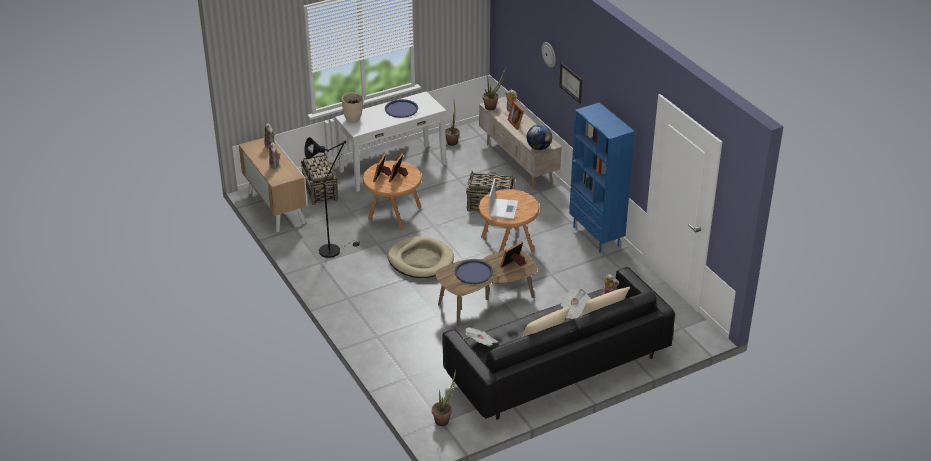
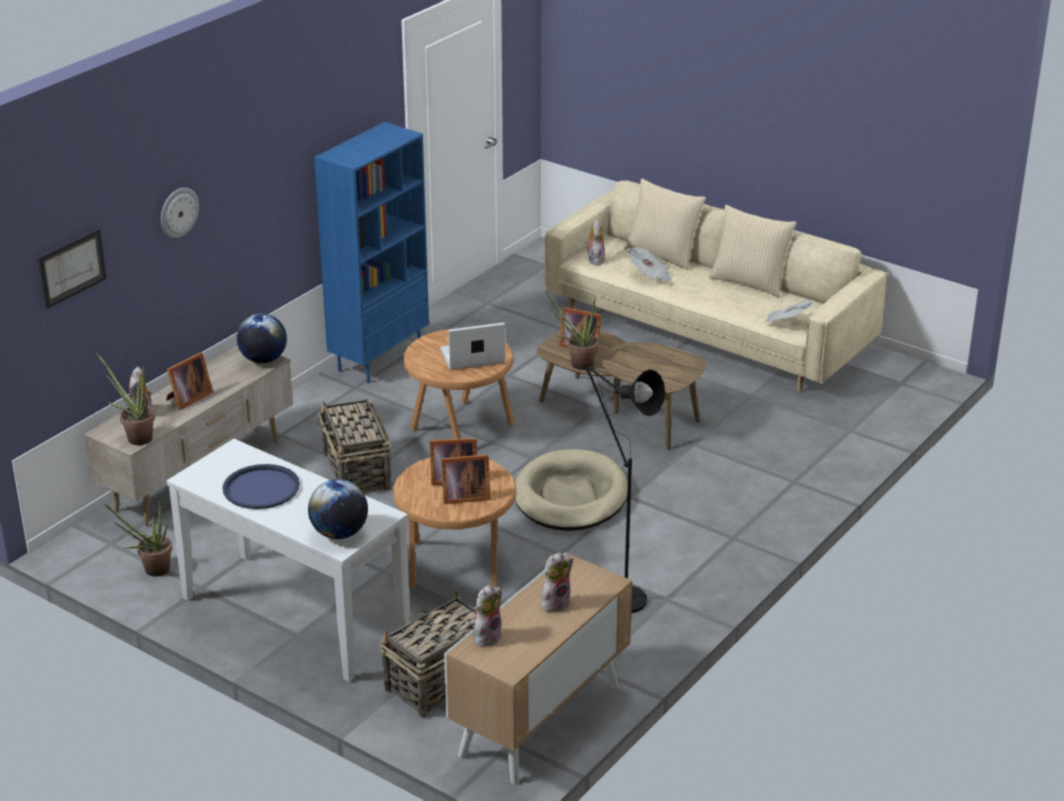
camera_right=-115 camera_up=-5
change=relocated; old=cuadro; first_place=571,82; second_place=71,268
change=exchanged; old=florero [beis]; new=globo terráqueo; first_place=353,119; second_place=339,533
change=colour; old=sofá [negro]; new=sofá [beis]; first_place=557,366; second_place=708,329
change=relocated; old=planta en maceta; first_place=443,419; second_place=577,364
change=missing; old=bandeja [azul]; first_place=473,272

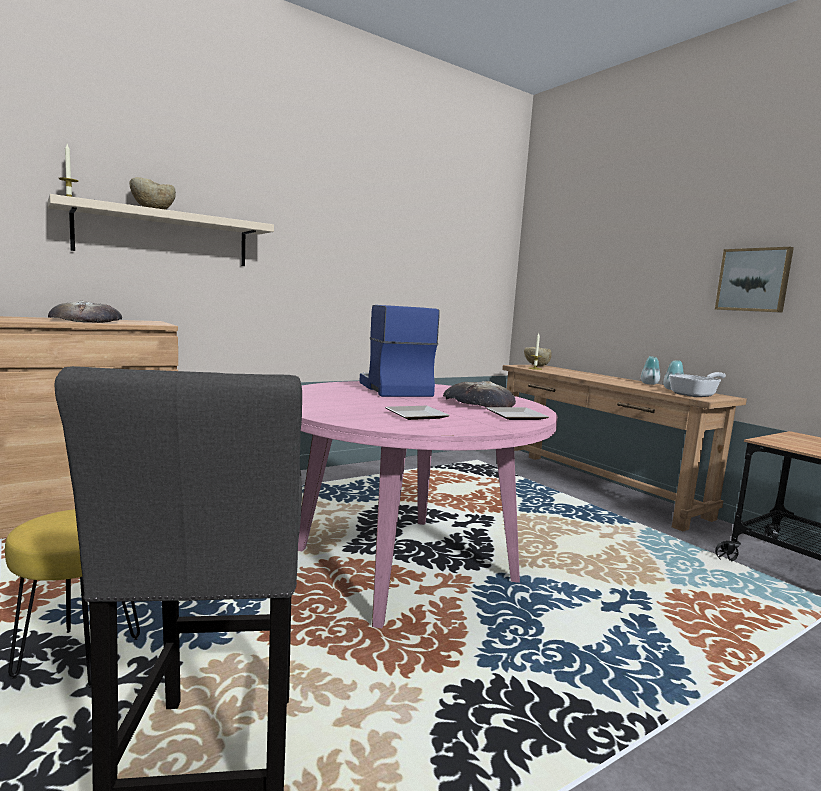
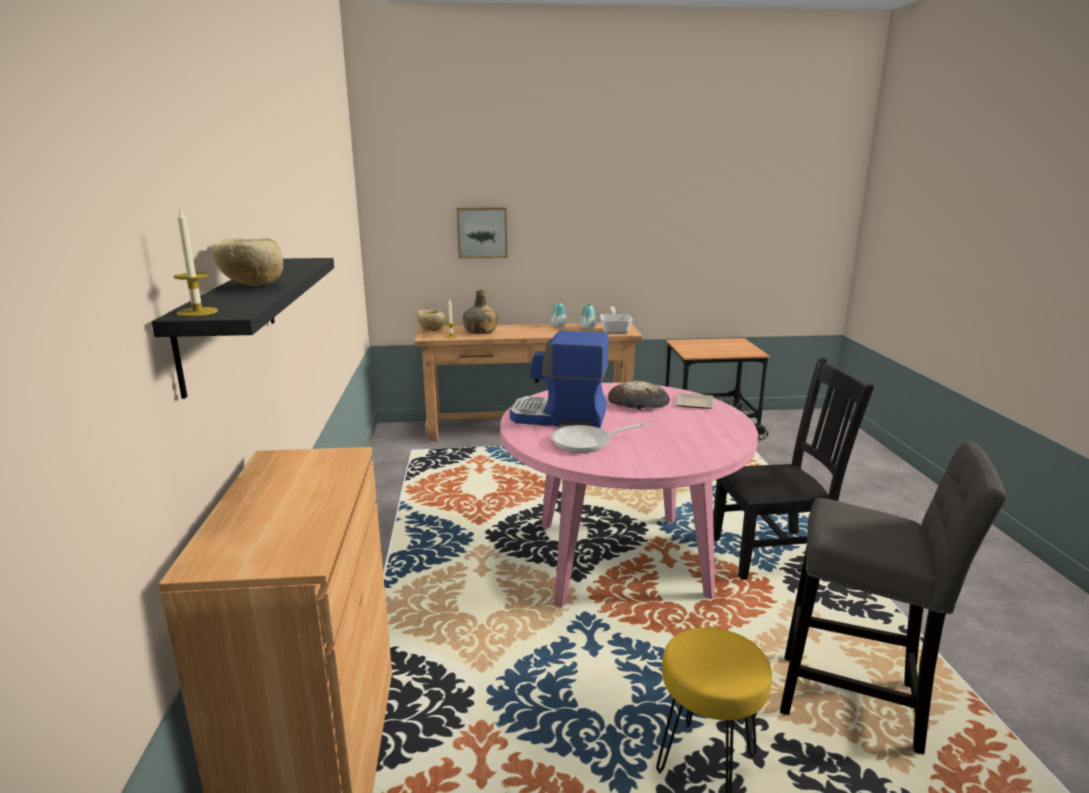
camera_right=-60 camera_up=10
change=colour; old=estante [beis]; new=estante [negro]; first_place=164,237; second_place=230,318
change=relocated; old=cuadro; first_place=754,280; second_place=482,232
change=appeared; new=botella [verde]; second_place=480,331
change=appeared; new=sartén; second_place=587,442
change=appeared; new=silla [negro]; second_place=774,554
change=missing; old=pan; first_place=86,320
change=missing; old=plato; first_place=415,416

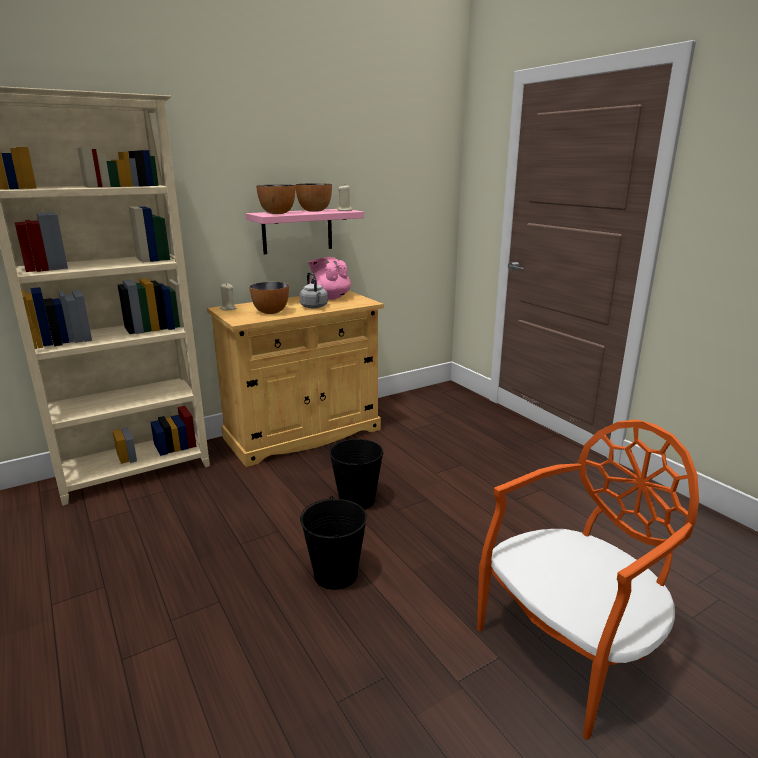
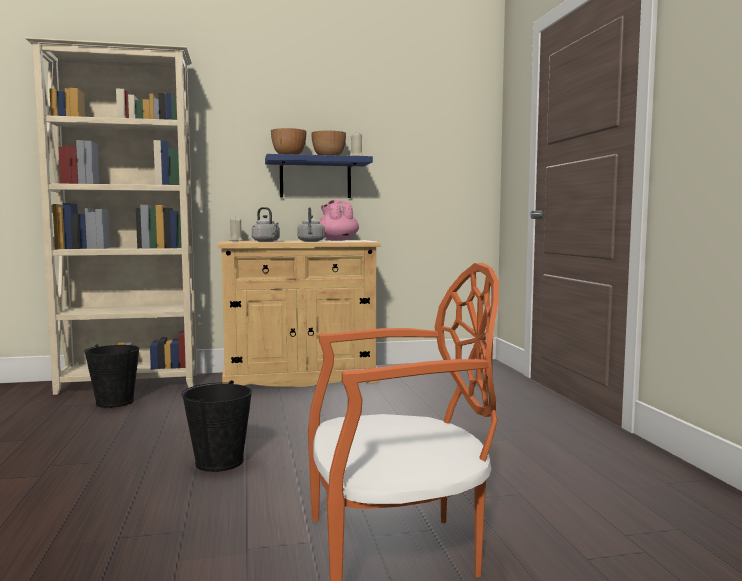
camera_right=20 camera_up=-15
change=relocated; old=cubo [negro]; first_place=357,499; second_place=115,402
change=exchanged; old=cuenco; new=hervidor [gris]; first_place=271,312; second_place=267,241
change=colour; old=estante [rosa]; new=estante [azul]; first_place=297,231; second_place=315,178

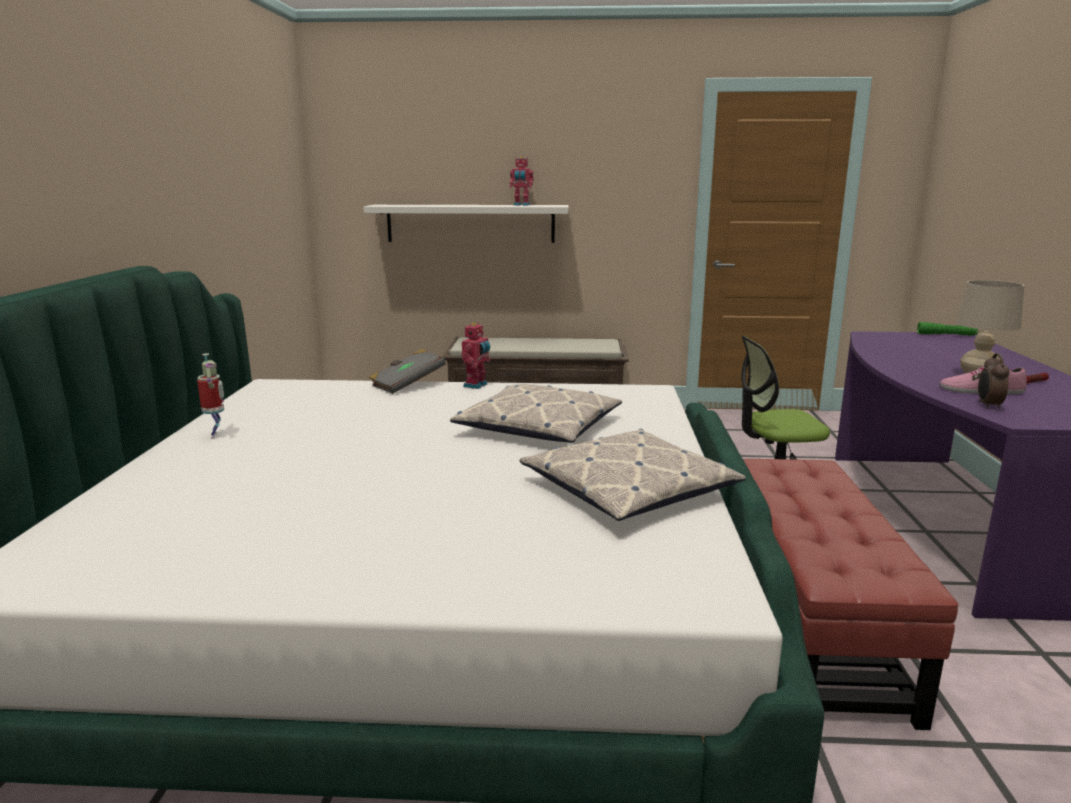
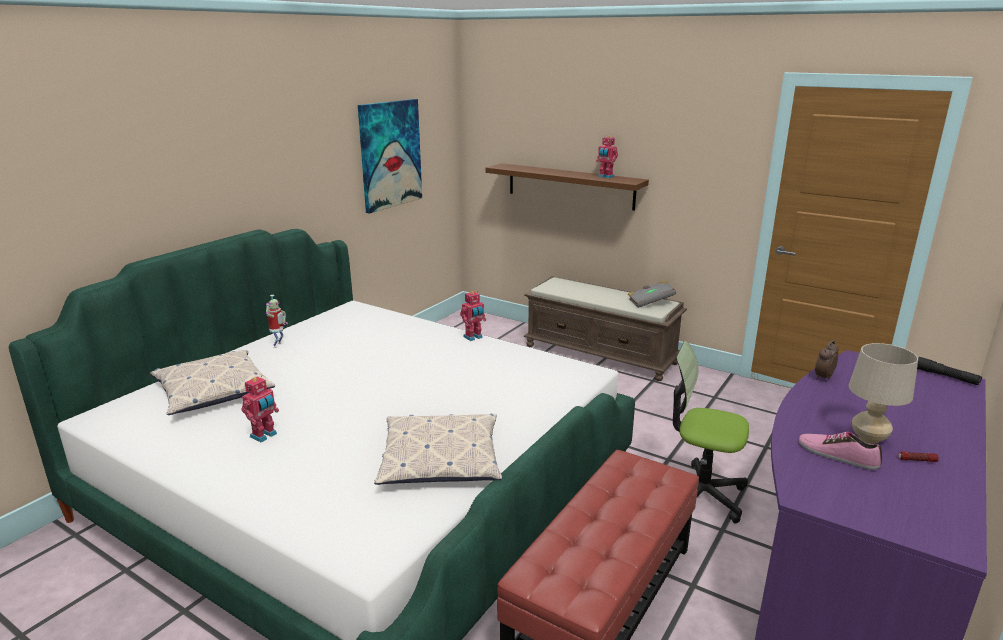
camera_right=30 camera_up=5
change=relocated; old=cojín; first_place=538,427; second_place=213,391
change=appeared; new=robot de juguete; second_place=264,436
change=appeared; new=cuadro; second_place=390,154
change=colour; old=estante [blanco]; new=estante [marrón]; first_place=470,223; second_place=570,186
change=relocated; old=libro [gris]; first_place=407,385; second_place=650,302
change=relocated; old=despertador; first_place=988,405; second_place=823,377
change=colour; old=linterna [verde]; new=linterna [negro]; first_place=946,335; second_place=946,377

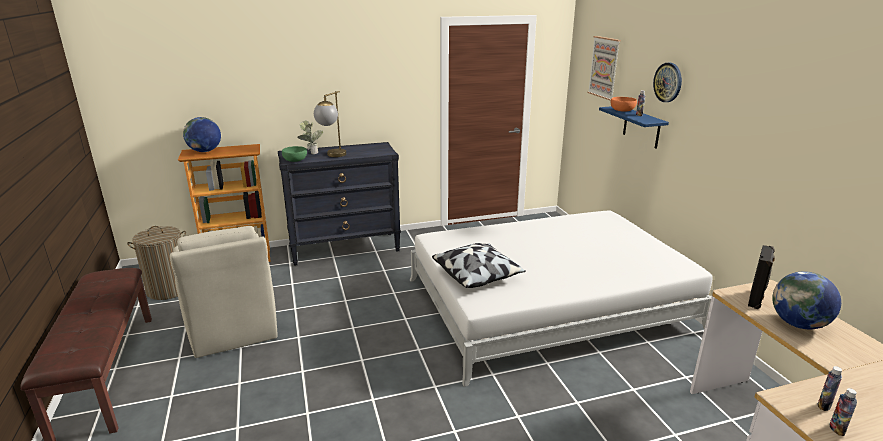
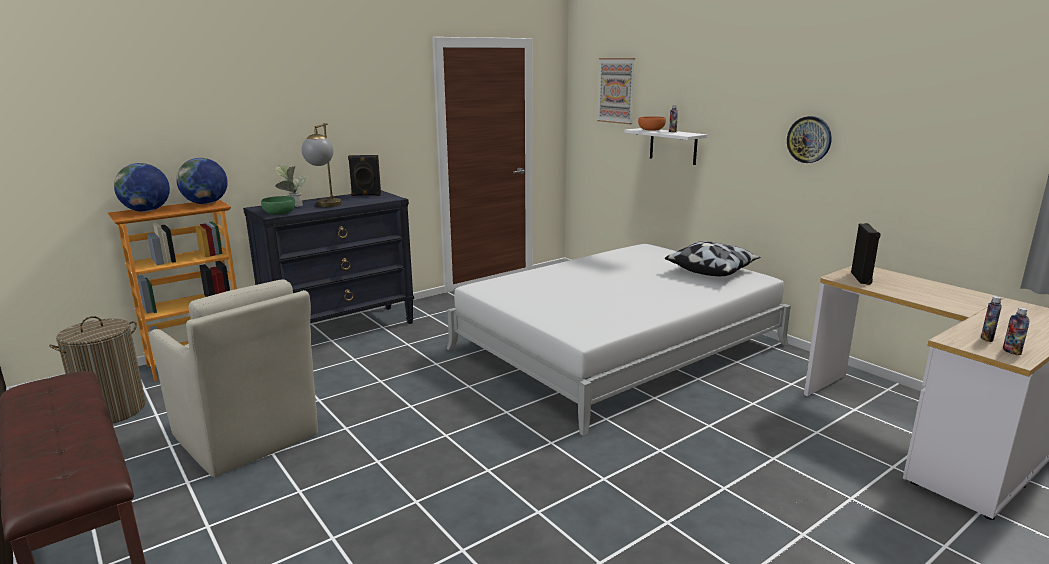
camera_right=-20 camera_up=-5
change=relocated; old=globo terráqueo; first_place=798,324; second_place=206,203
change=appeared; new=altavoz [negro]; second_place=366,195
change=colour; old=estante [azul]; new=estante [blanco]; first_place=641,127; second_place=673,146
change=relocated; old=cojín; first_place=477,275; second_place=711,270
change=relocated; old=reloj de pared; first_place=668,82; second_place=809,139

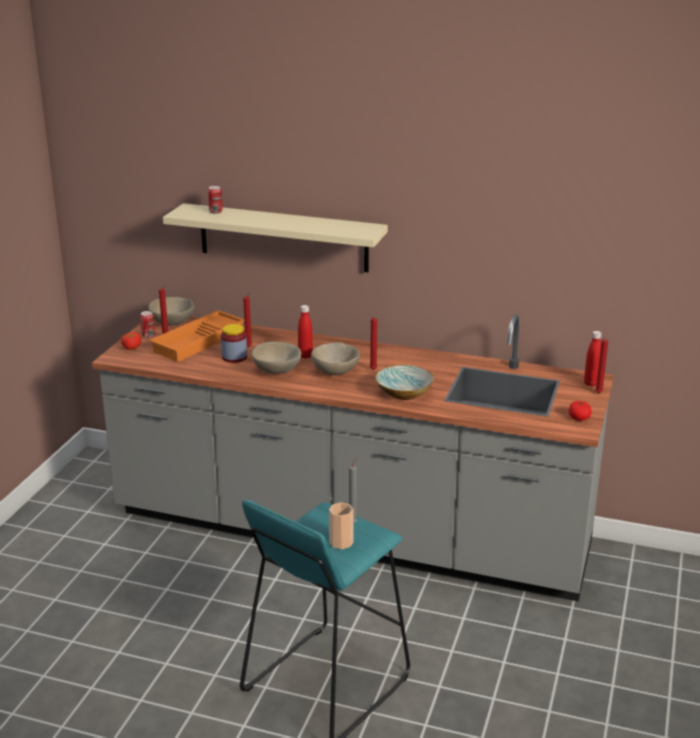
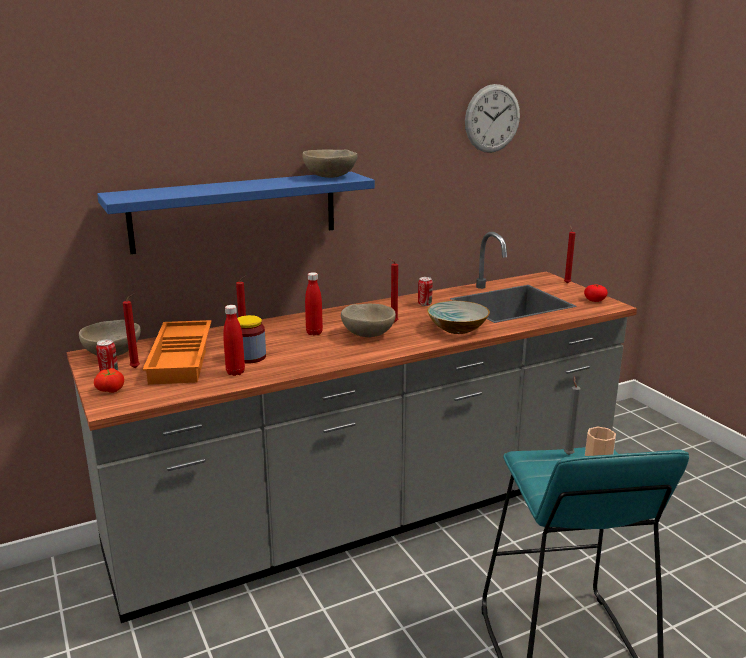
camera_right=-45 camera_up=-5
change=colour; old=estante [beis]; new=estante [azul]; first_place=283,237; second_place=235,211
change=relocated; old=botella [rojo]; first_place=591,384; second_place=235,372
change=relocated; old=cuenco [beis]; first_place=276,371; second_place=330,177
change=relocated; old=lata; first_place=215,212; second_place=424,304
change=appeared; new=reloj de pared; second_place=492,118

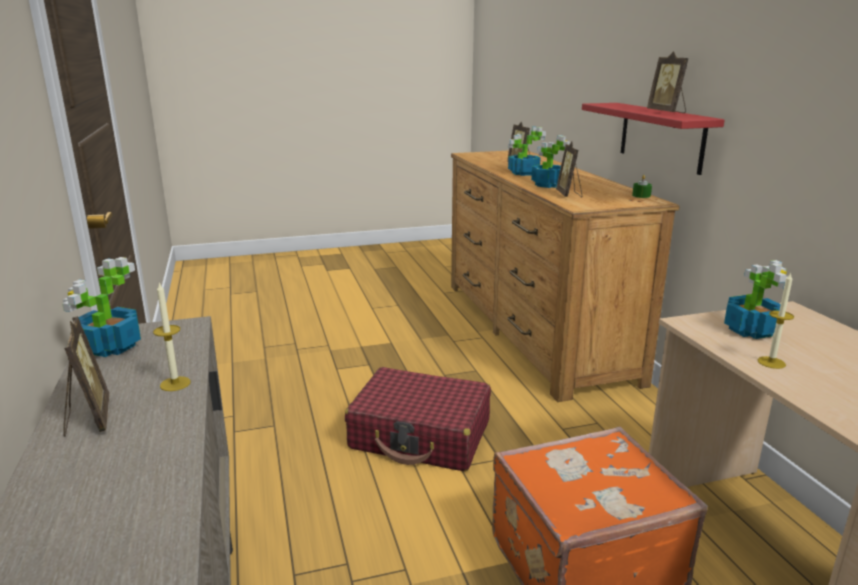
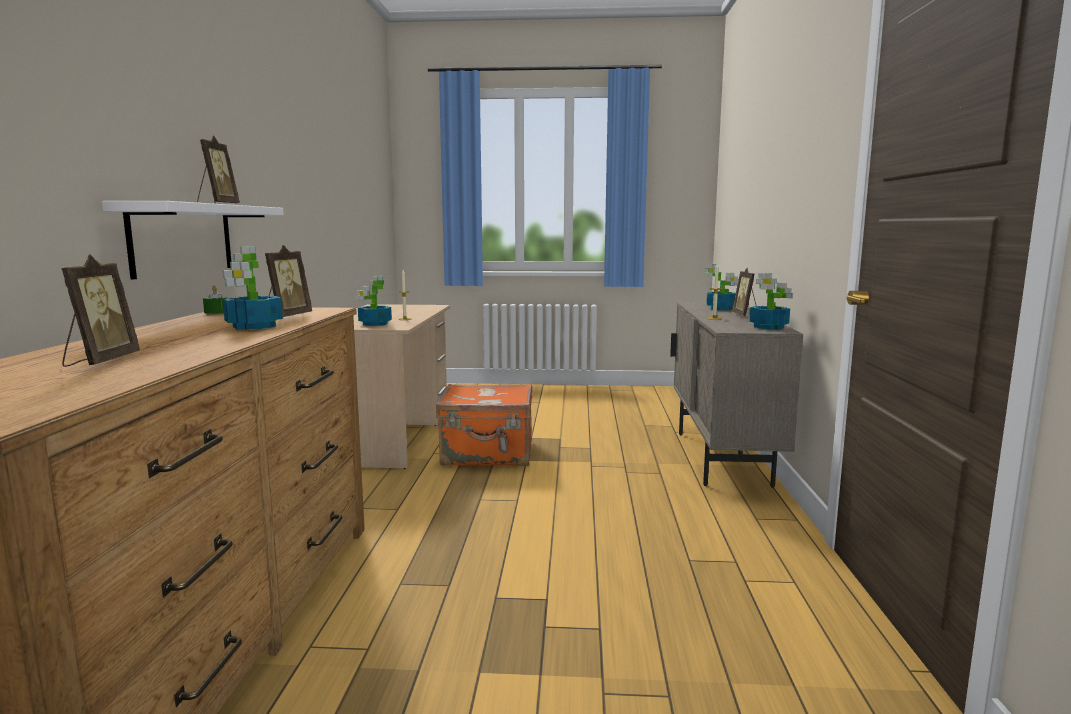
camera_right=-160 camera_up=-10
change=colour; old=estante [rojo]; new=estante [blanco]; first_place=661,136; second_place=183,239
change=relocated; old=planta en maceta; first_place=522,173; second_place=721,309
change=missing; old=maleta [rojo]; first_place=421,435

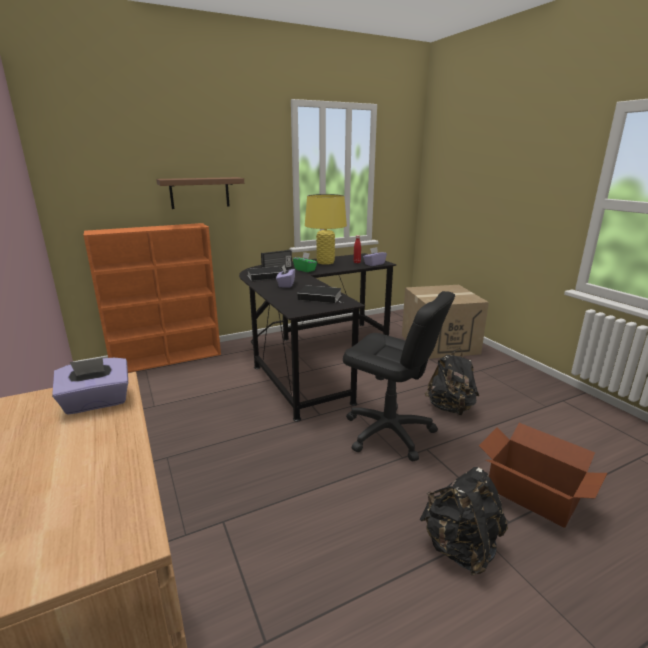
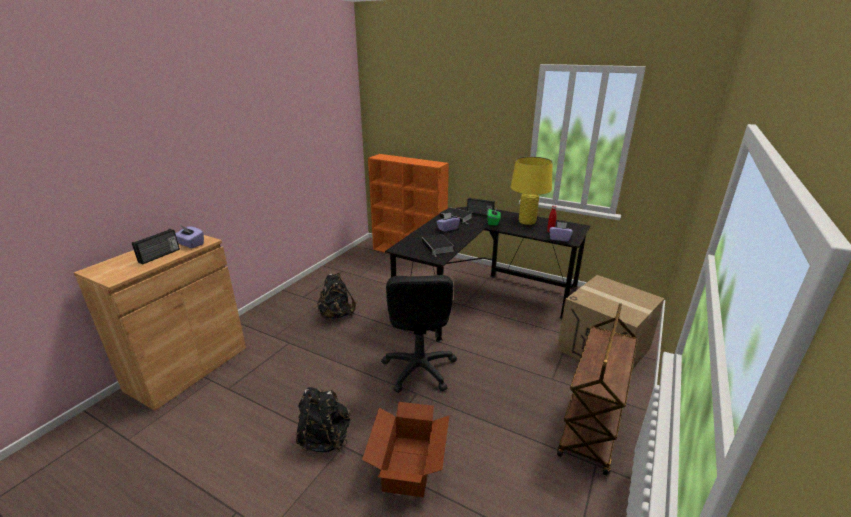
camera_right=55 camera_up=5
change=appeared; new=radio; second_place=160,256
change=relocated; old=mochila [negro]; first_place=450,408; second_place=336,315
change=appeared; new=carrito [marrón]; second_place=591,428
change=missing; old=estante [marrón]; first_place=199,193

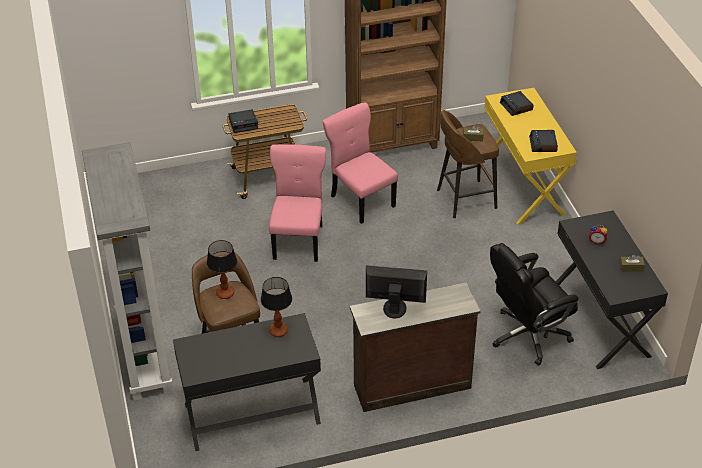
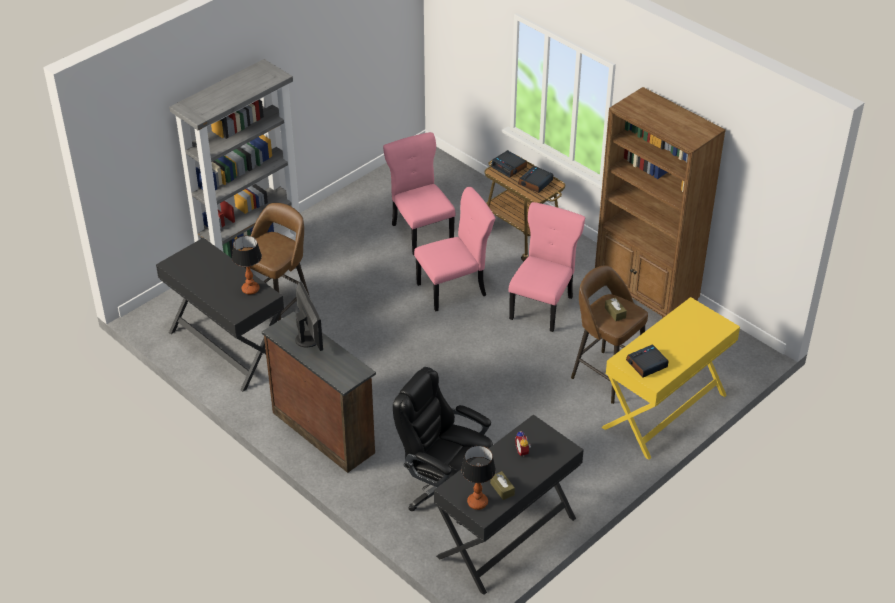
camera_right=60 camera_up=0
change=appeared; new=silla [rosa]; second_place=421,232
change=relocated; old=lámpara de mesa; first_place=225,293; second_place=477,502
change=relocated; old=despertador; first_place=516,107; second_place=535,183

